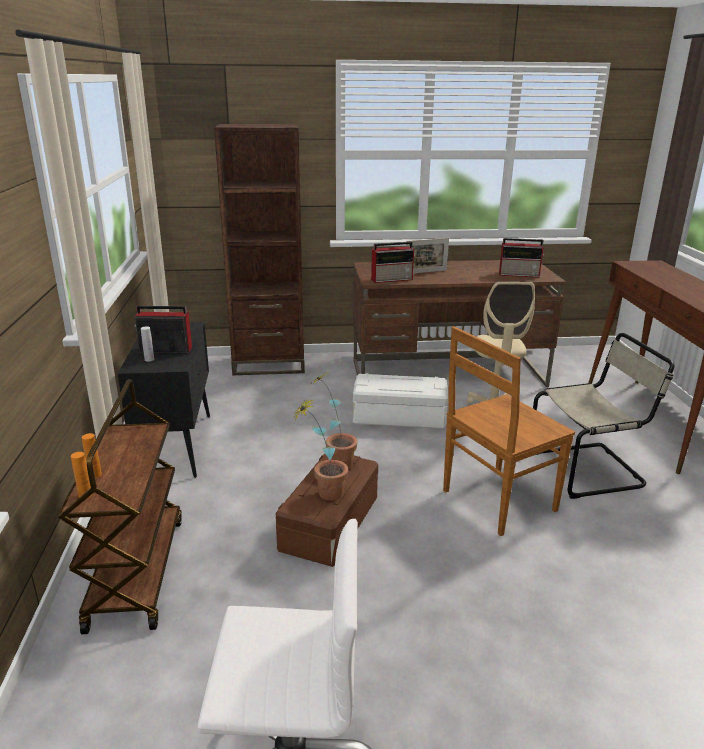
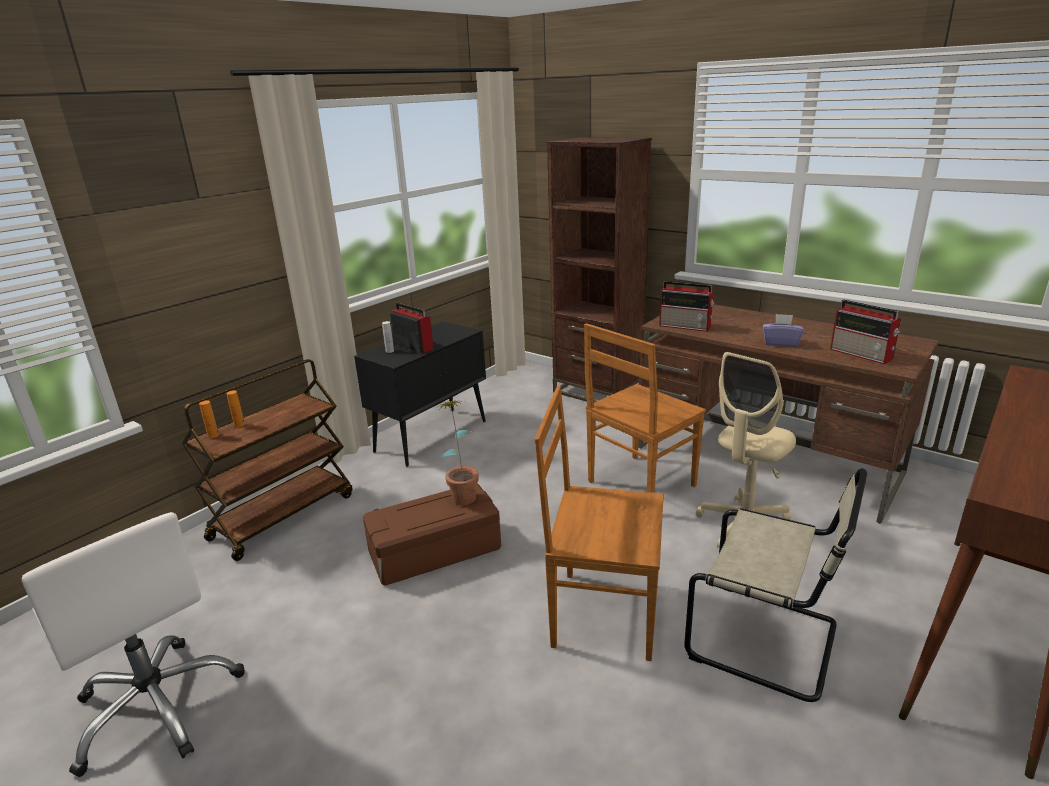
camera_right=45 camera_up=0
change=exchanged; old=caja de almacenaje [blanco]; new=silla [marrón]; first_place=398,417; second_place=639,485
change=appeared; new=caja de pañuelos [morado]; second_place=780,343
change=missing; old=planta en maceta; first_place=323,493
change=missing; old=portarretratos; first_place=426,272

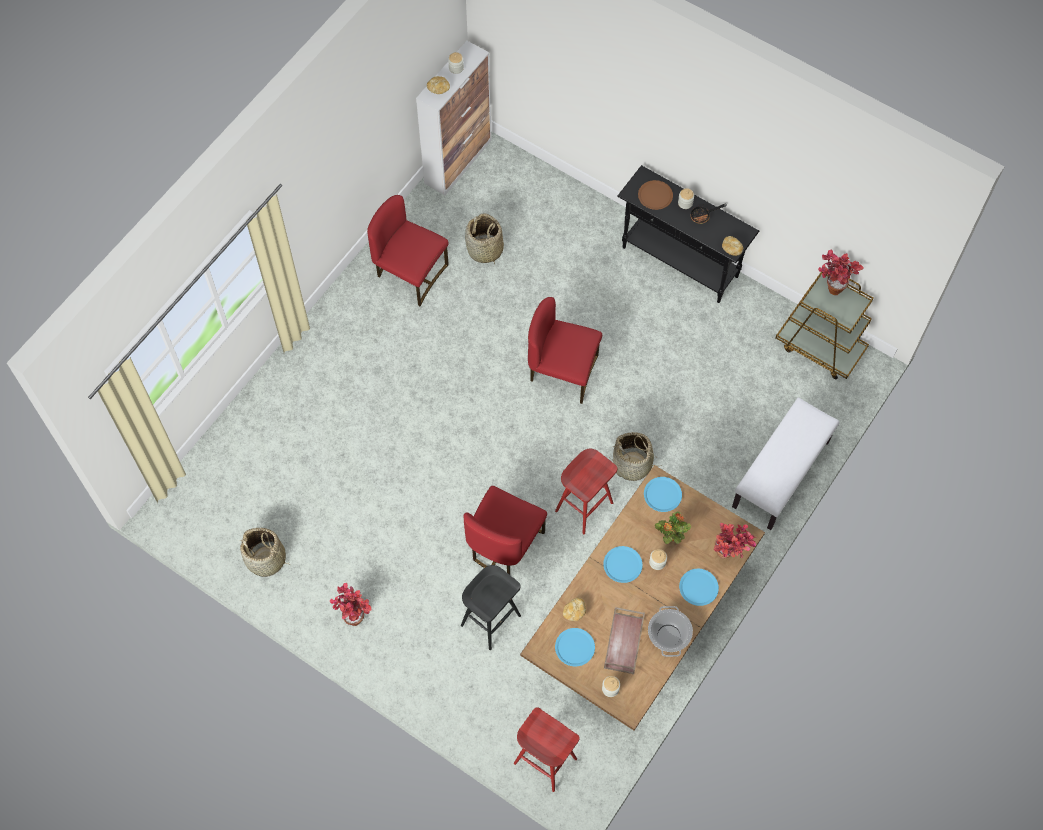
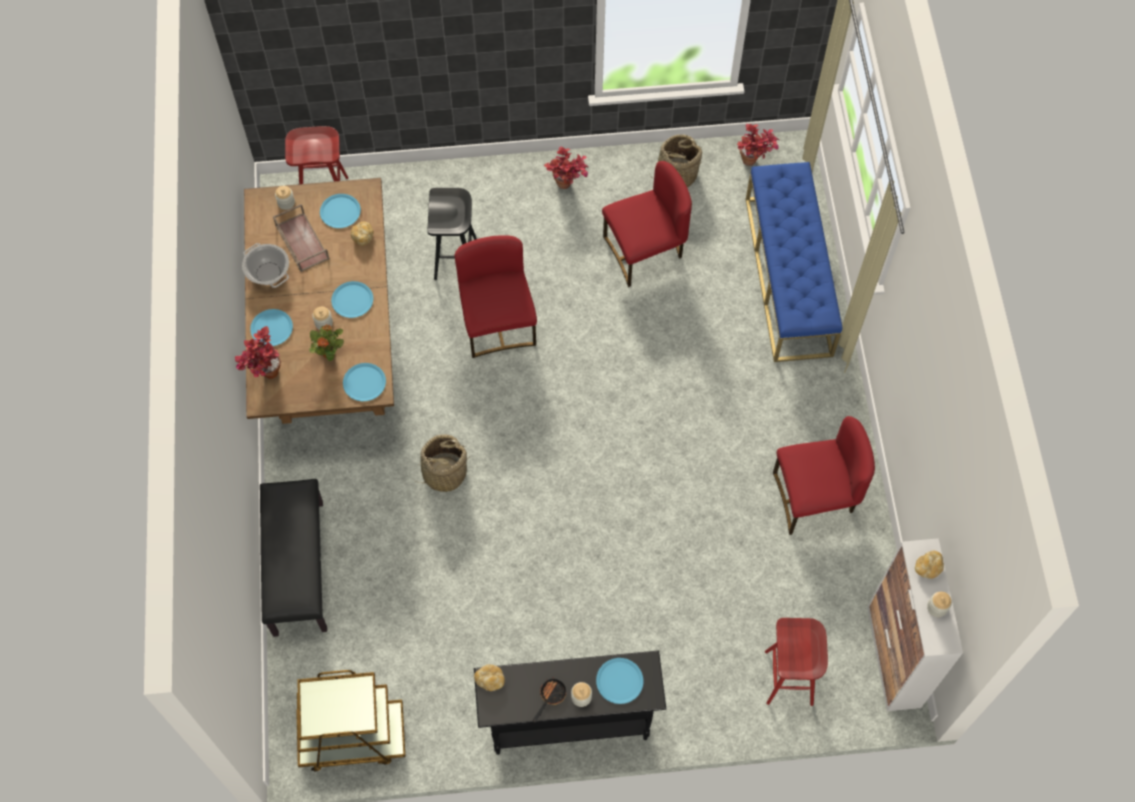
camera_right=140 camera_up=0
change=colour; old=banco [blanco]; new=banco [negro]; first_place=781,475; second_place=297,567
change=colour; old=plato [marrón]; new=plato [azul]; first_place=655,195; second_place=619,681
change=relocated; old=silla [rojo]; first_place=562,371; second_place=645,251
change=relocated; old=planta en maceta; first_place=832,286; second_place=753,162
change=appeared; new=banco [azul]; second_place=788,276
change=relocated; old=taburete [rojo]; first_place=584,506; second_place=789,678
change=missing; old=cesta; first_place=485,250

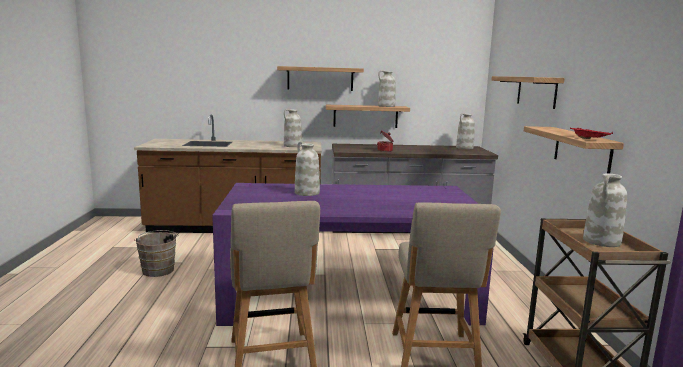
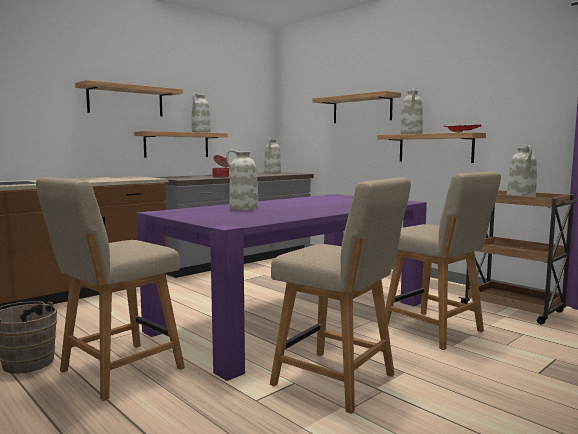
camera_right=-40 camera_up=-5
change=appeared; new=silla [beis]; second_place=116,371
change=relocated; old=florero [blanco]; first_place=292,146; second_place=411,134

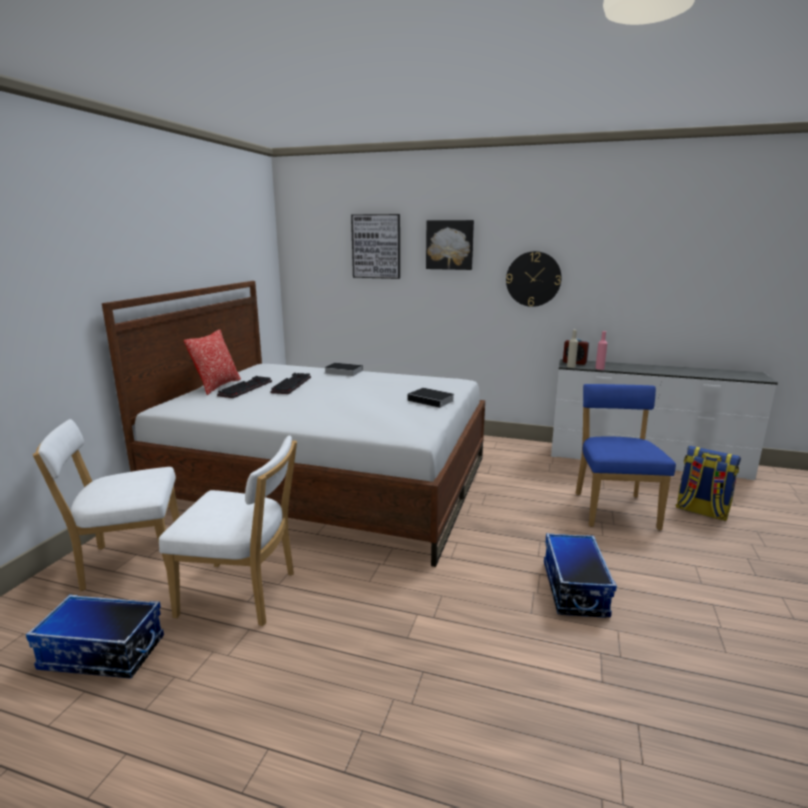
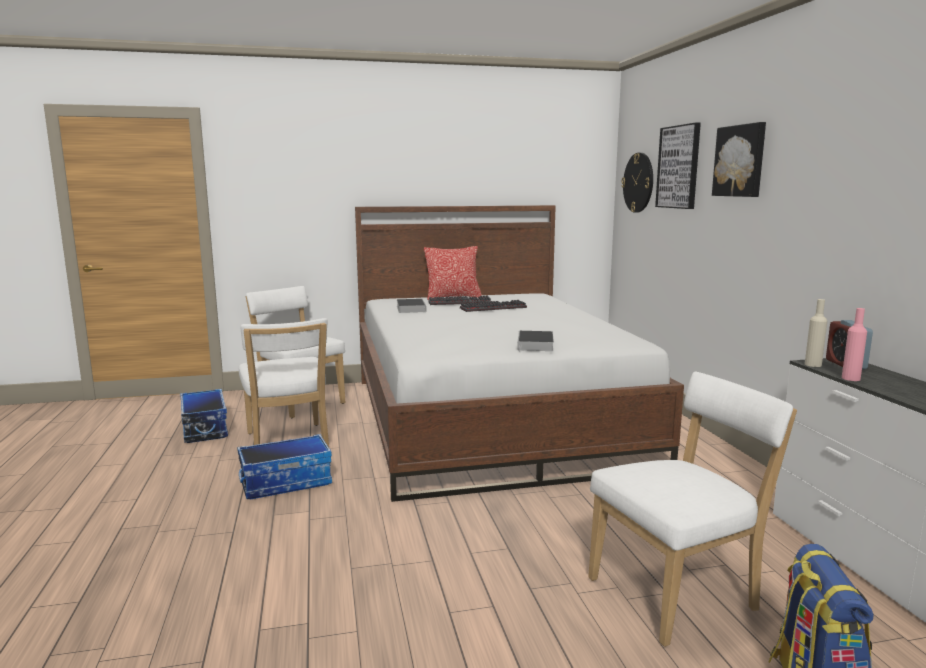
camera_right=60 camera_up=-5
change=relocated; old=caja de almacenaje; first_place=573,589; second_place=286,482
change=relocated; old=libro; first_place=342,372; second_place=410,308
change=colour; old=silla [azul]; new=silla [blanco]; first_place=614,508; second_place=678,593
change=relocated; old=reloj de pared; first_place=533,279; second_place=638,182

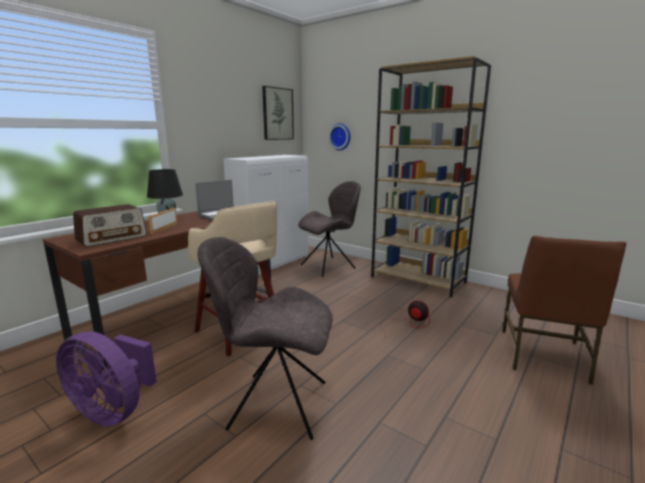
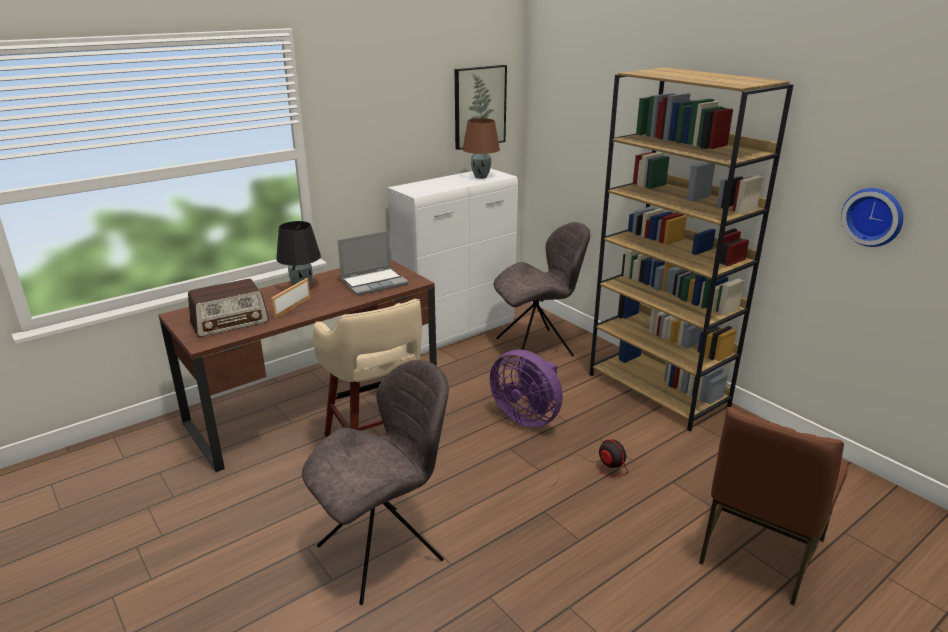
camera_right=15 camera_up=10
change=spun; old=silla [gris]; first_place=275,404; second_place=384,551; degrees=120
change=appeared; new=lámpara de mesa [marrón]; second_place=480,177
change=relocated; old=ventilador [morado]; first_place=113,410; second_place=527,416
change=relocated; old=reloj de pared; first_place=340,136; second_place=874,216

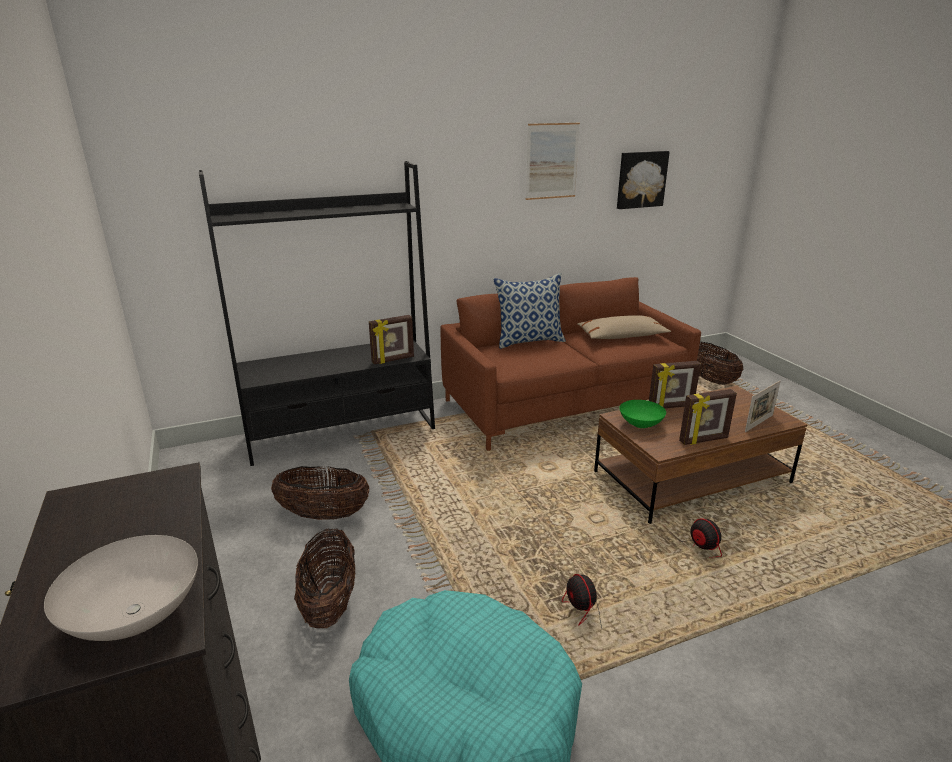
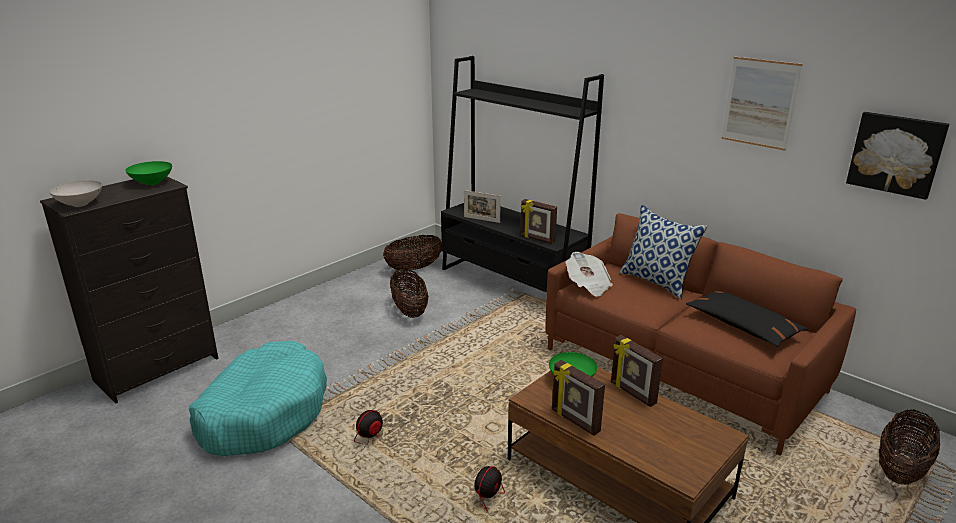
camera_right=65 camera_up=0
change=appeared; new=cuenco [verde]; second_place=153,183
change=relocated; old=cesta; first_place=329,603; second_place=414,268
change=relocated; old=portarretratos; first_place=759,423; second_place=481,219
change=appeared; new=periódico; second_place=588,285
change=colour; old=cojín [beis]; new=cojín [negro]; first_place=621,336; second_place=742,326

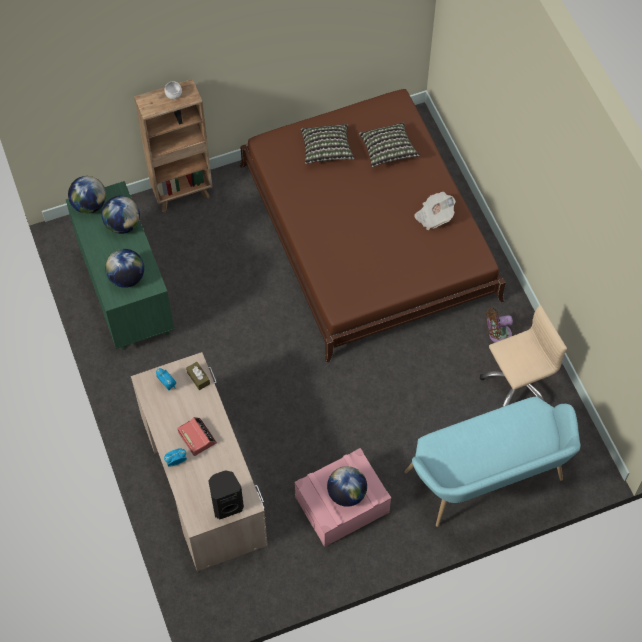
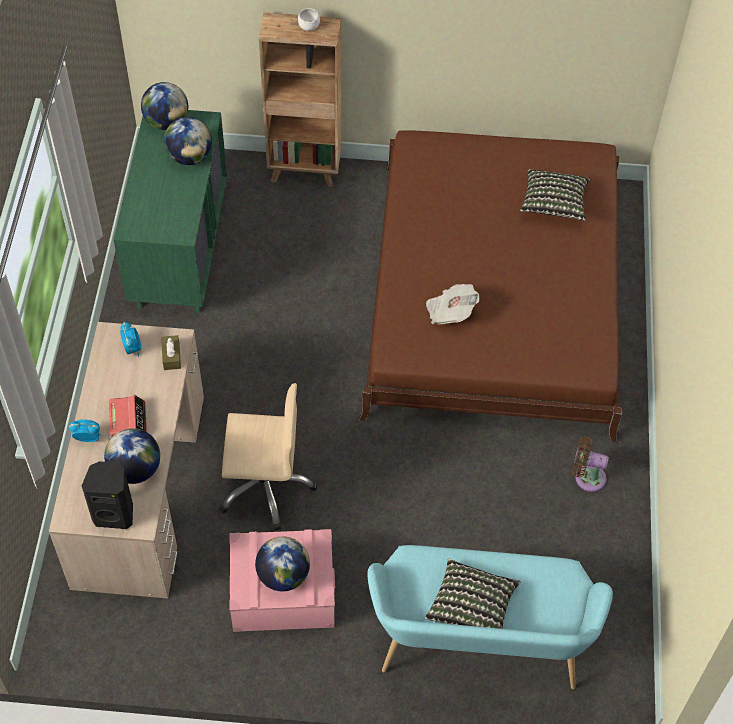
camera_right=25 camera_up=-5
change=relocated; old=globo terráqueo; first_place=127,278; second_place=135,469
change=relocated; old=silla de oficina [beis]; first_place=517,384; second_place=265,486
change=relocated; old=cojín; first_place=326,150; second_place=472,607
change=relocated; old=periódico; first_place=434,216; second_place=450,312

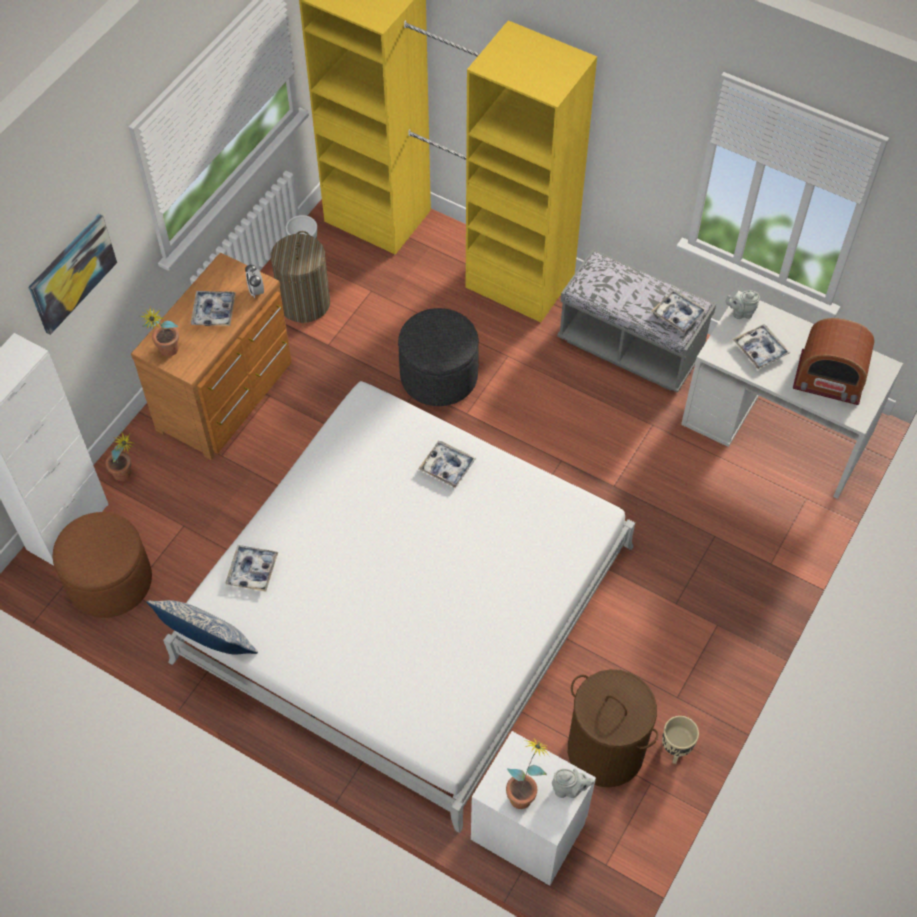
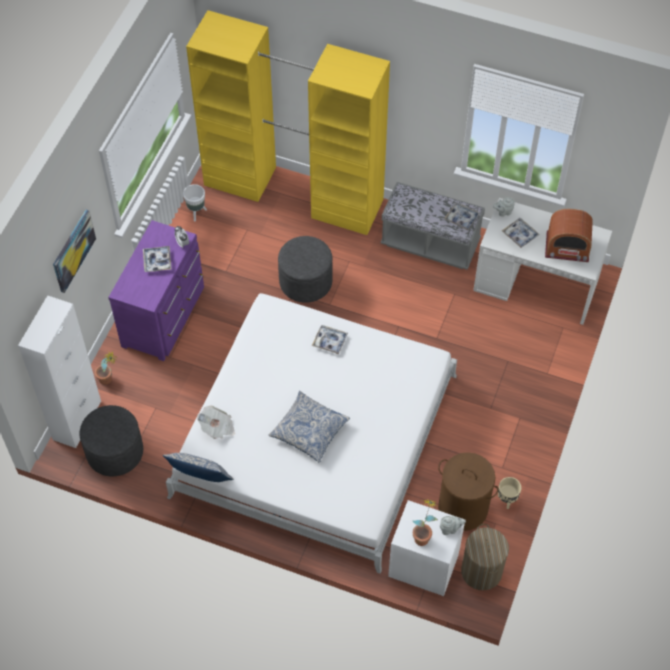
camera_right=-10 camera_up=0
change=colour; old=puf [marrón]; new=puf [gris]; first_place=110,581; second_place=115,452
change=colour; old=cómoda [marrón]; new=cómoda [morado]; first_place=228,396; second_place=165,316
change=exchanged; old=bandeja; new=periódico; first_place=252,571; second_place=217,428
change=appeared; new=cojín; second_place=309,430
change=relocated; old=cesto de la ropa; first_place=304,303; second_place=481,571
change=missing; old=planta en maceta; first_place=167,354

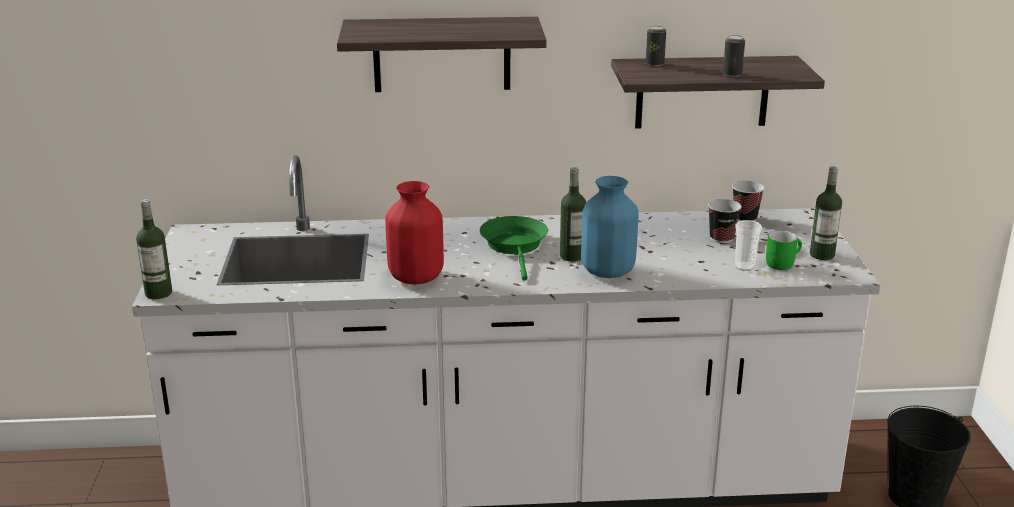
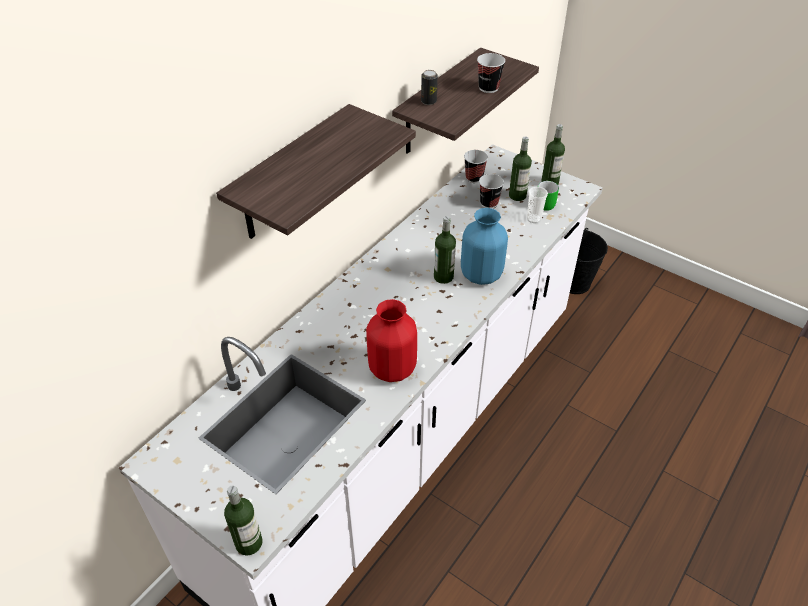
camera_right=-50 camera_up=20
change=exchanged; old=lata; new=taza; first_place=732,74; second_place=488,88
change=appeared; new=botella; second_place=517,195
change=missing; old=sartén [verde]; first_place=515,246

